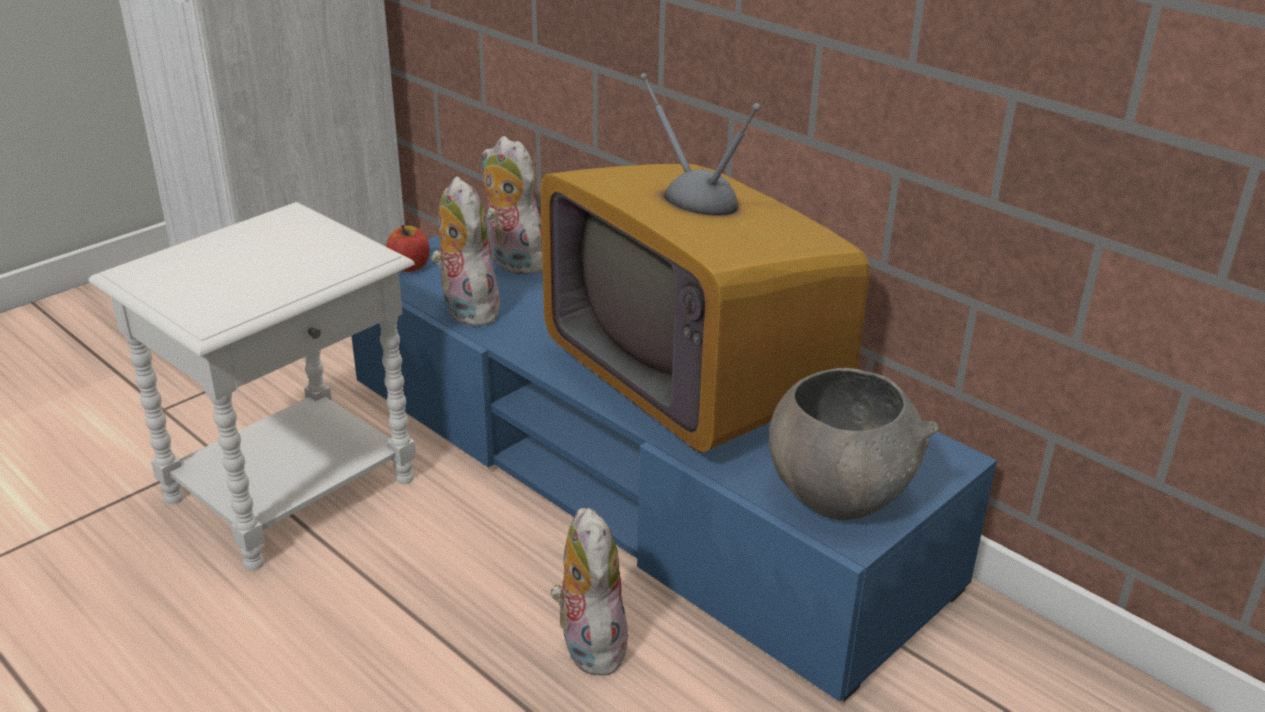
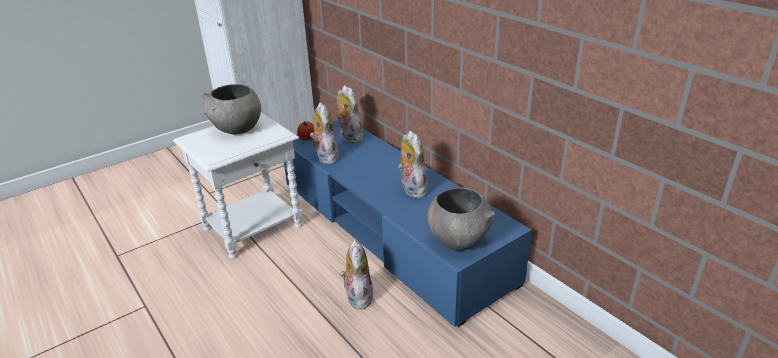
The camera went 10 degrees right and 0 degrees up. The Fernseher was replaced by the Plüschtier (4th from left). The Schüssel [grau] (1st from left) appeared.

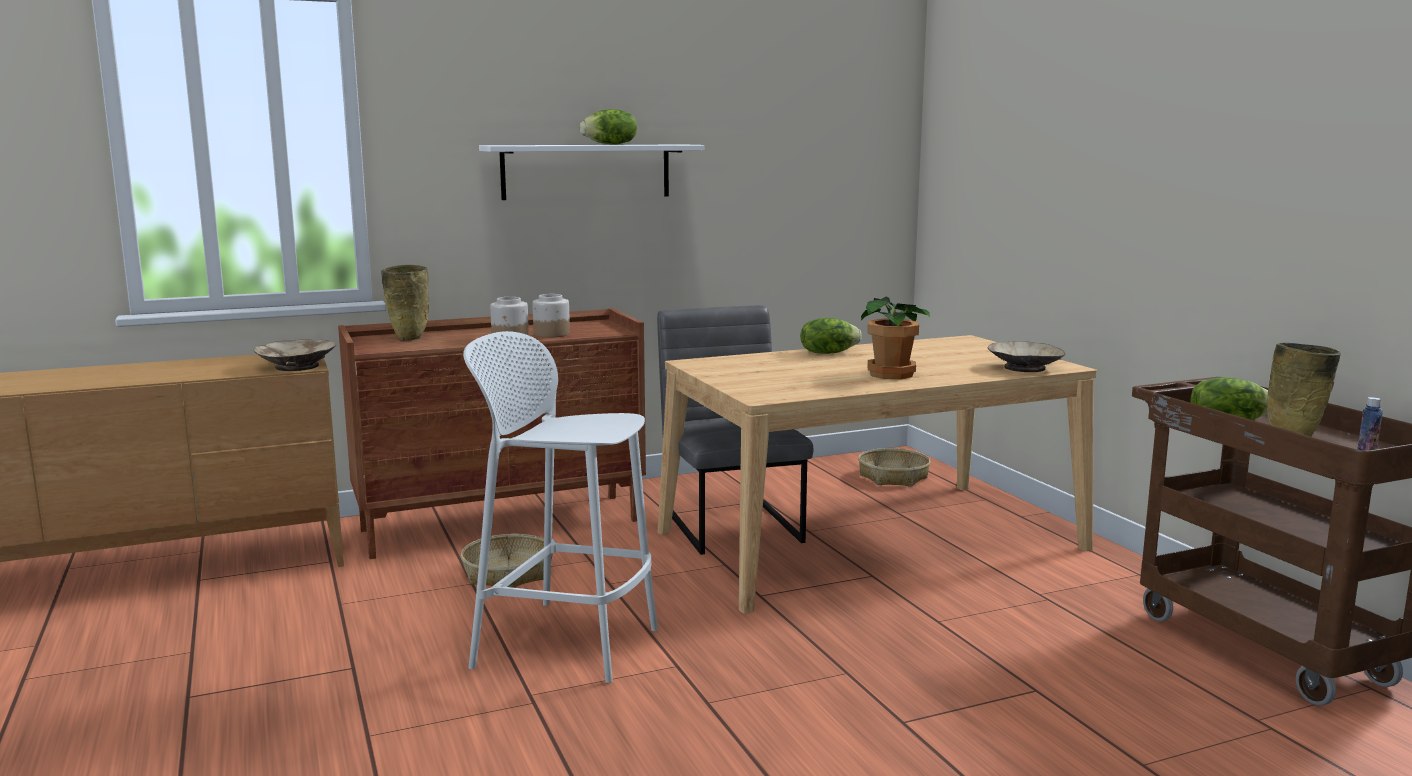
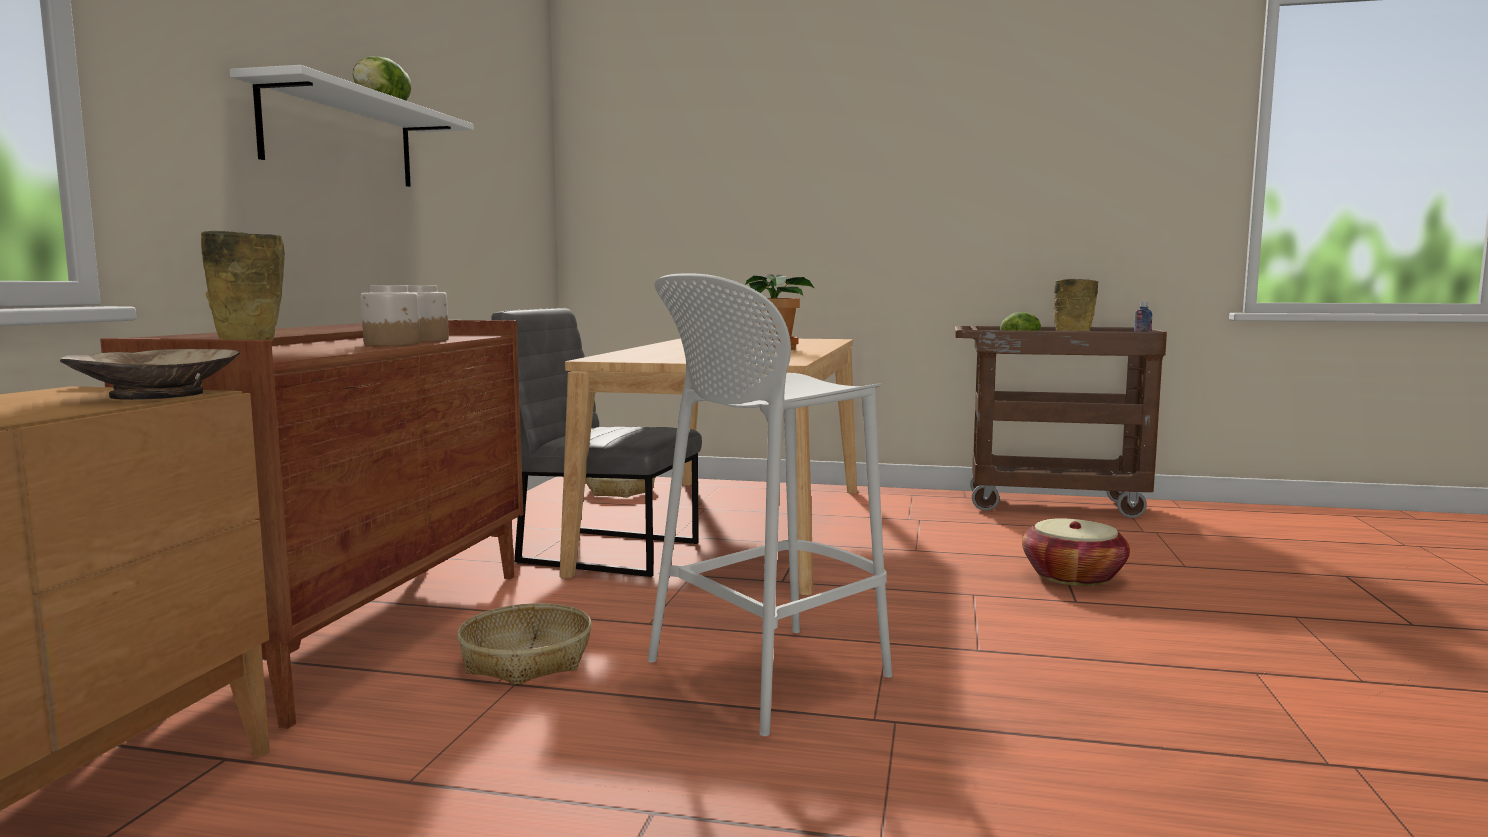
The camera went 55 degrees left and 5 degrees down. The Salatkopf (2nd from left) disappeared. The Schüssel [beige] (2nd from left) disappeared. The Korb (3rd from left) appeared.

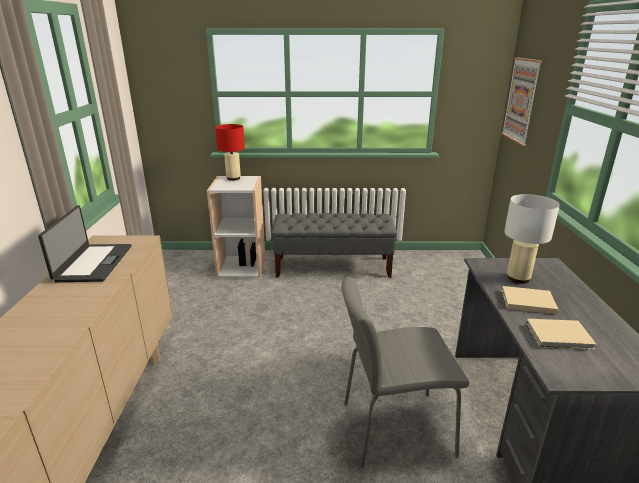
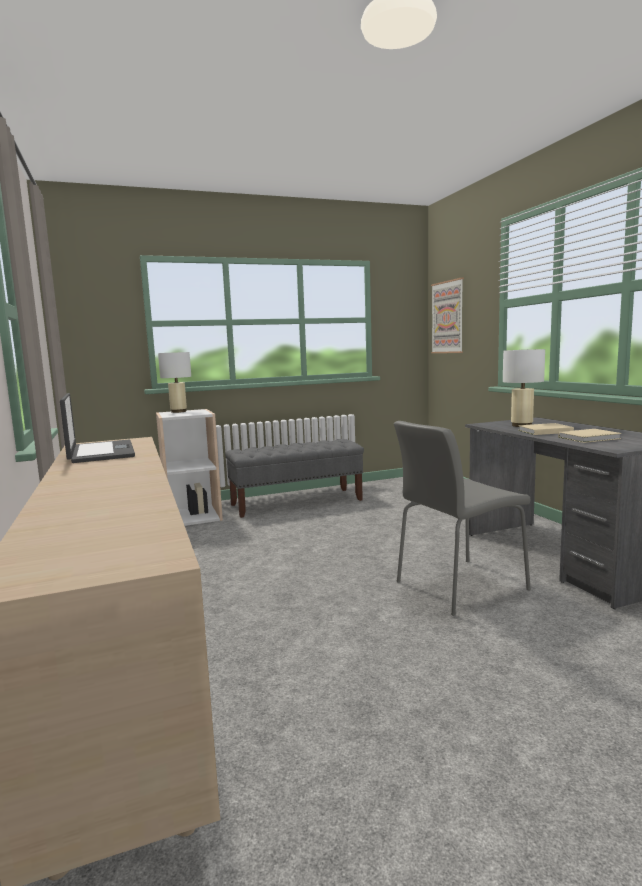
The camera went 20 degrees left and 15 degrees down. The Tischlampe [rot] became the Tischlampe [weiß] (1st from left).

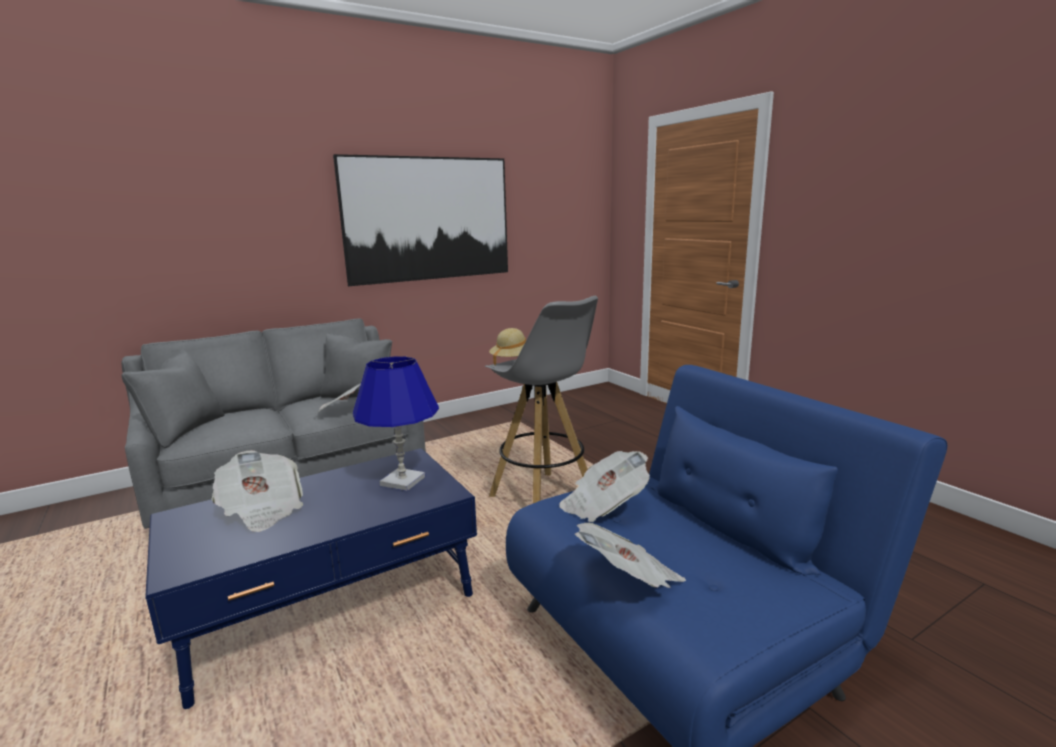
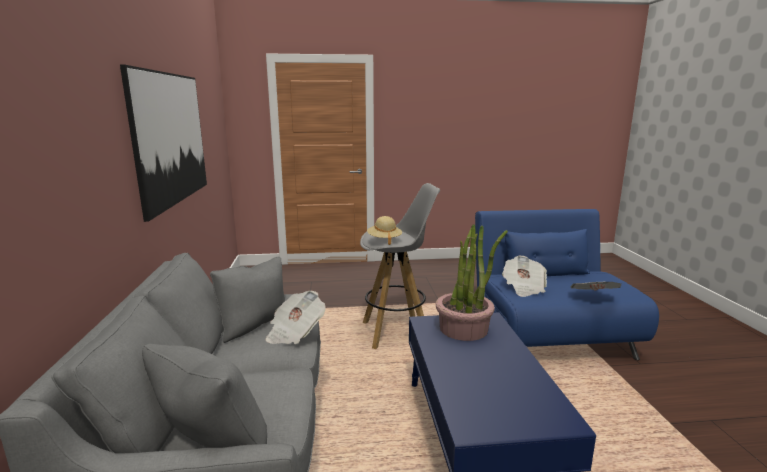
The camera went 65 degrees left and 0 degrees up. The Zeitung (1st from left) disappeared. The Tischlampe [blau] was replaced by the Topfpflanze.

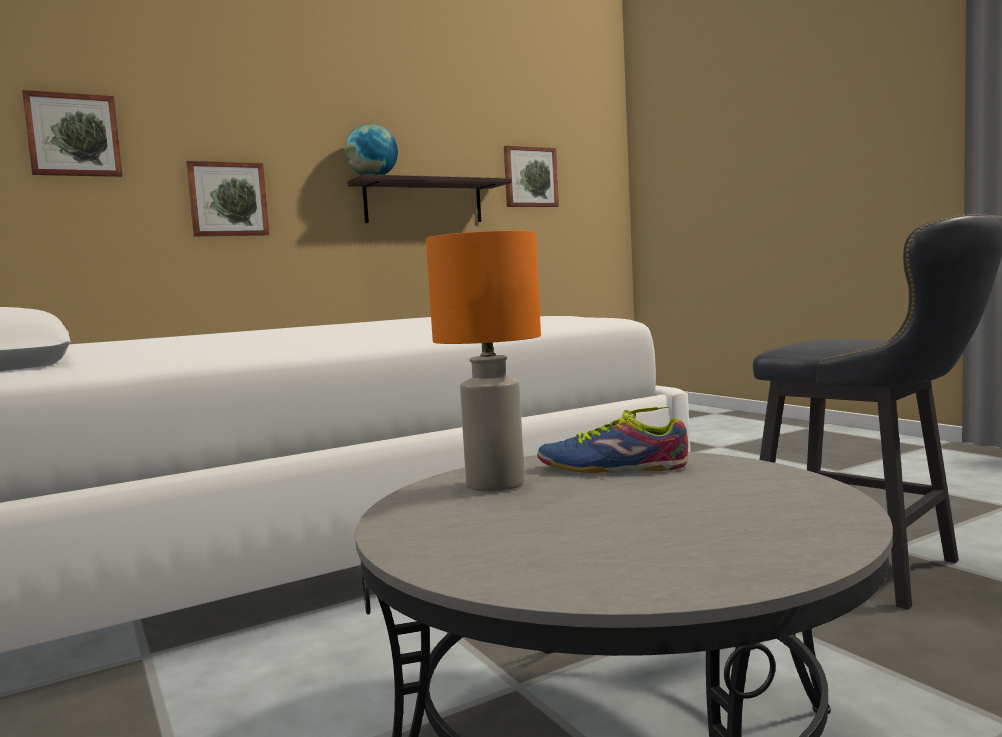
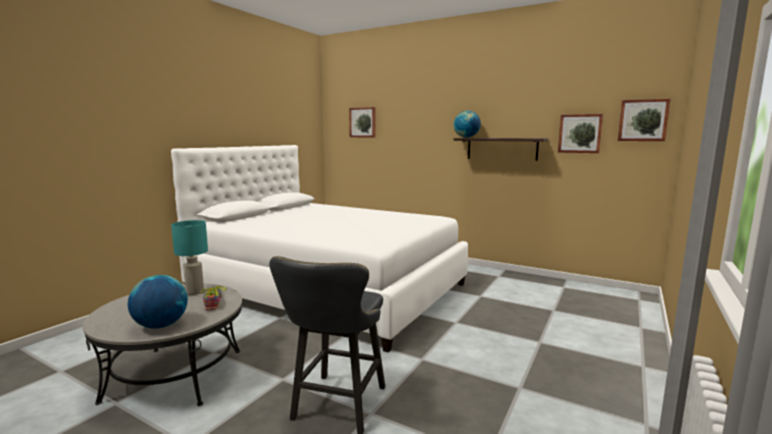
The camera went 60 degrees right and 5 degrees up. The Bild (2nd from left in the first image) moved. The Tischlampe [orange] became the Tischlampe [türkis]. The Globus (1st from left) appeared.

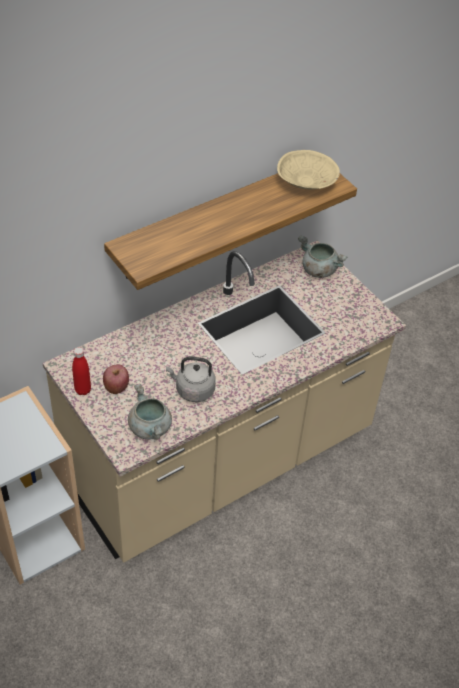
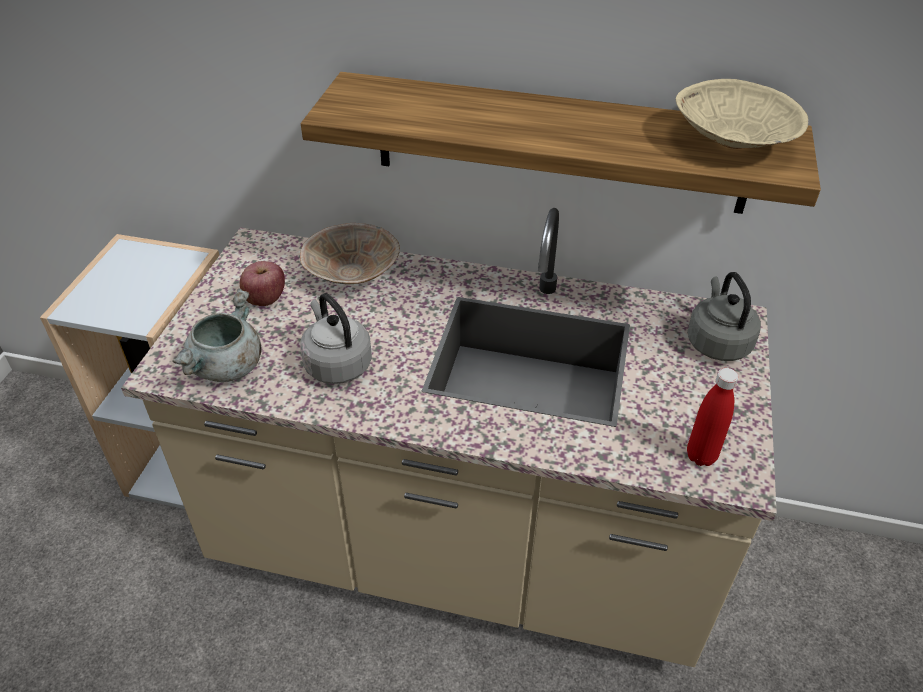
The camera went 50 degrees right and 5 degrees down. The Flasche [rot] moved. The Kochtopf [grau] (2nd from left) was replaced by the Wasserkessel [grau] (2nd from left). The Schüssel [beige] (1st from left) appeared.

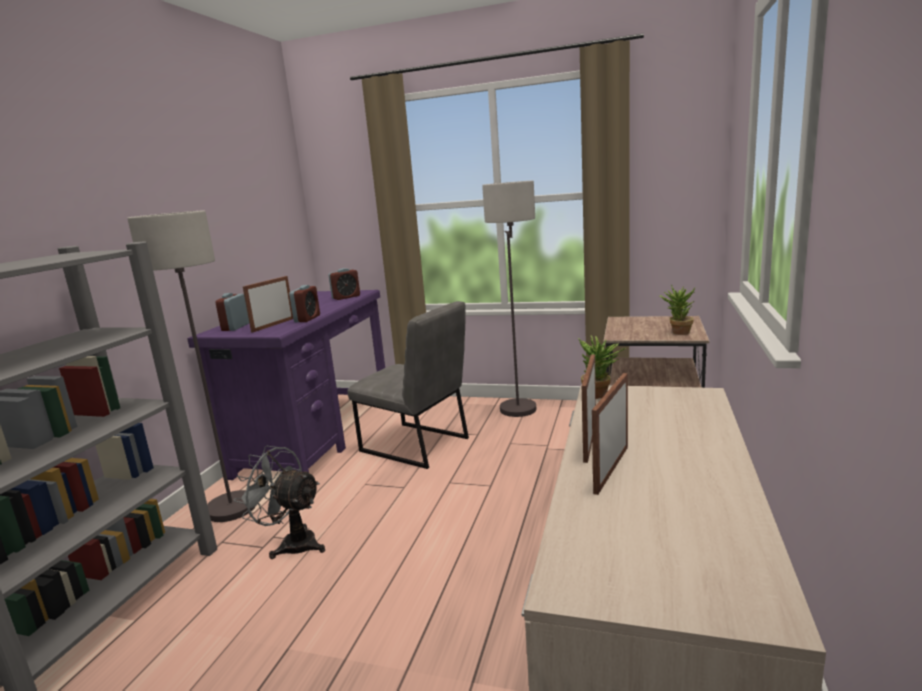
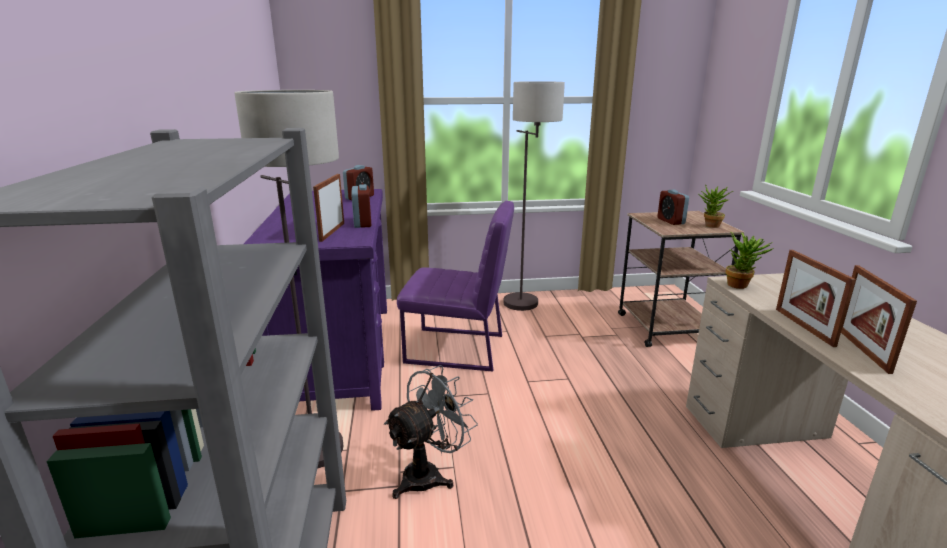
The camera went 25 degrees left and 5 degrees up. The Wecker (1st from left in the first image) moved. The Ventilator [grau] turned 135 degrees clockwise. The Stuhl [grau] became the Stuhl [lila].

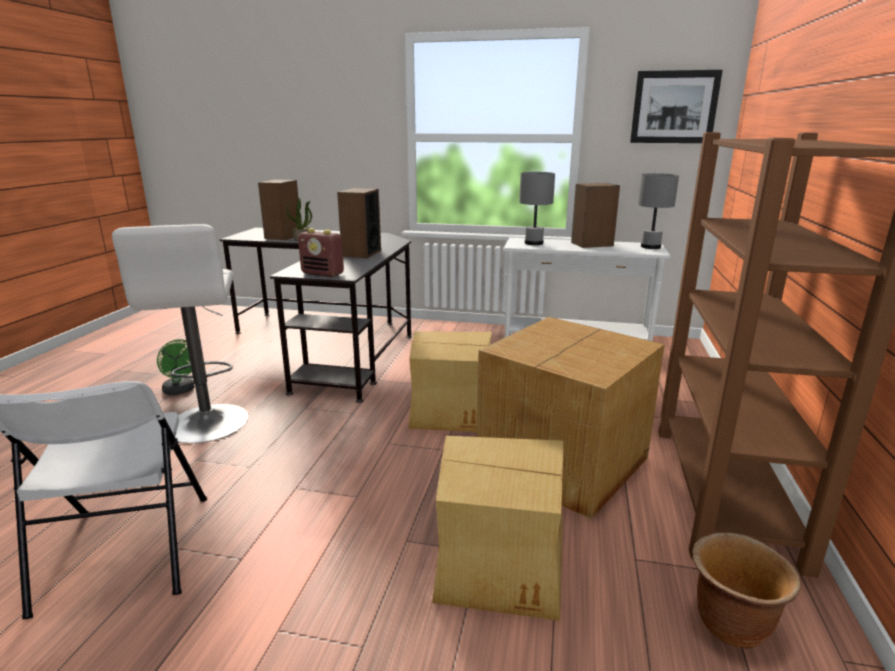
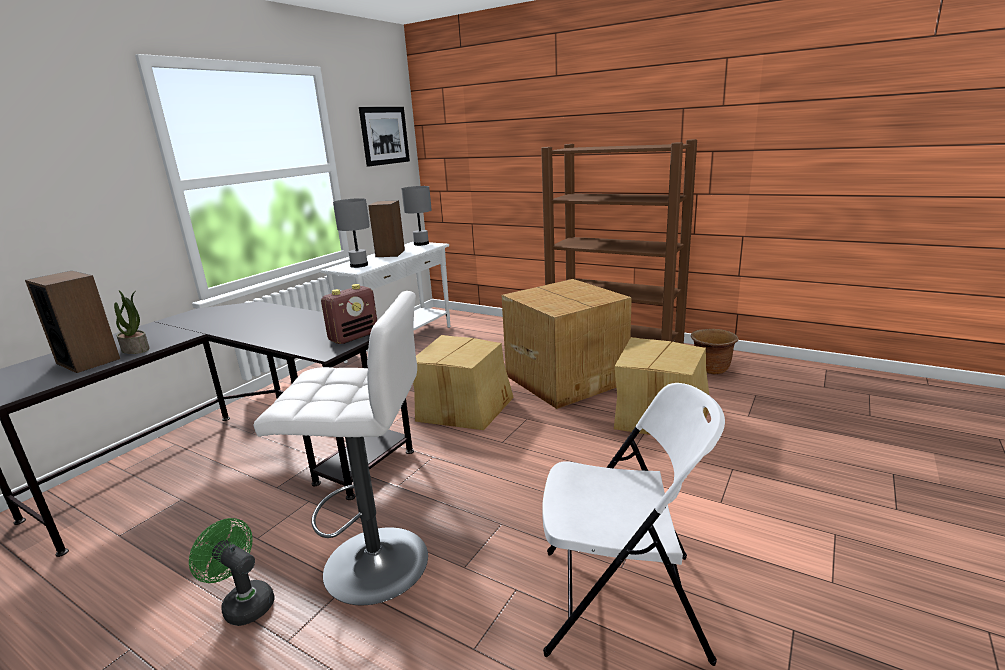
The camera went 70 degrees left and 0 degrees up. The Ventilator [grün] turned 120 degrees counterclockwise. The Lautsprecher (2nd from left) disappeared.

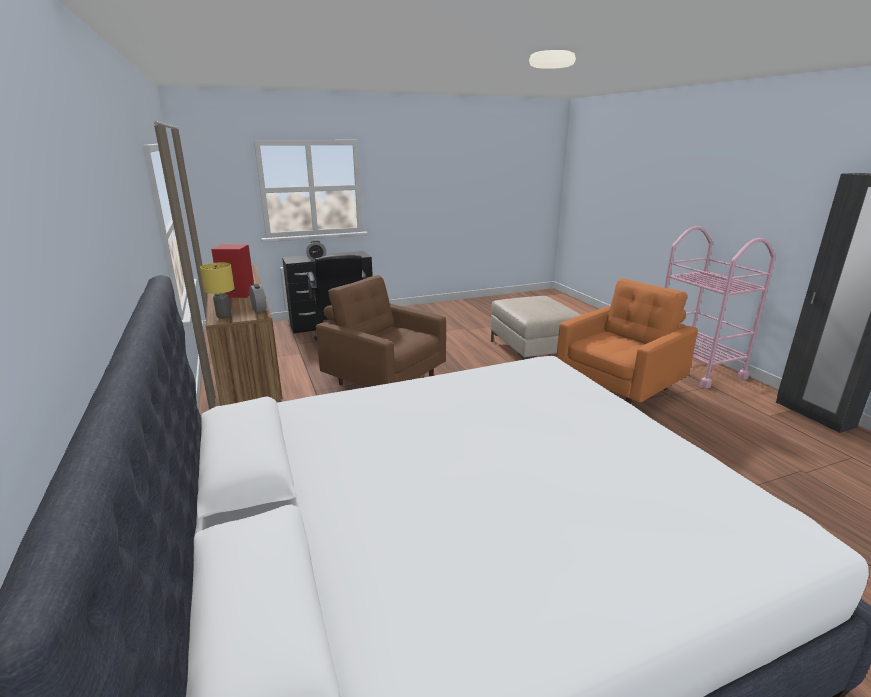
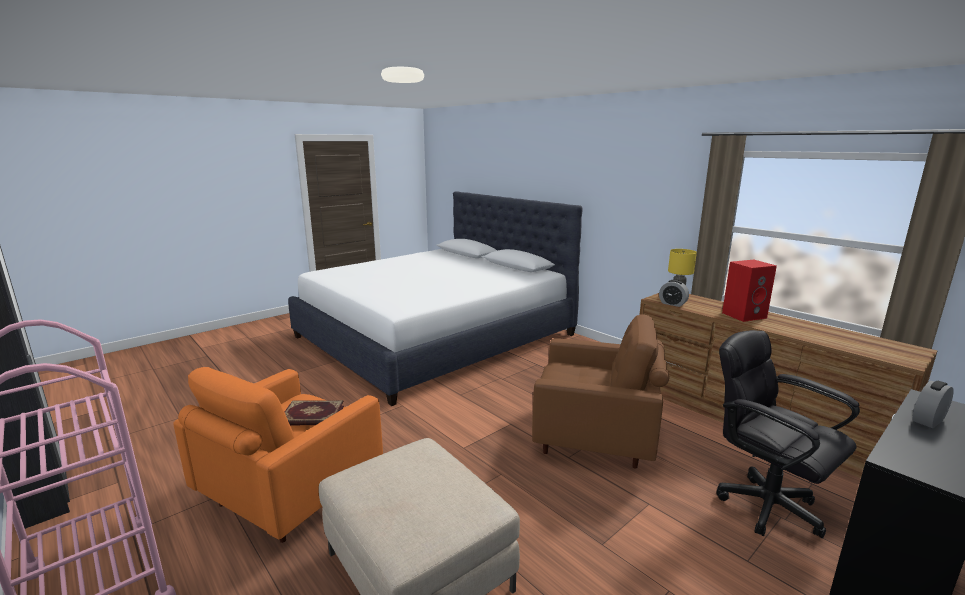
The camera went 160 degrees right and 5 degrees down. The Buch appeared.

